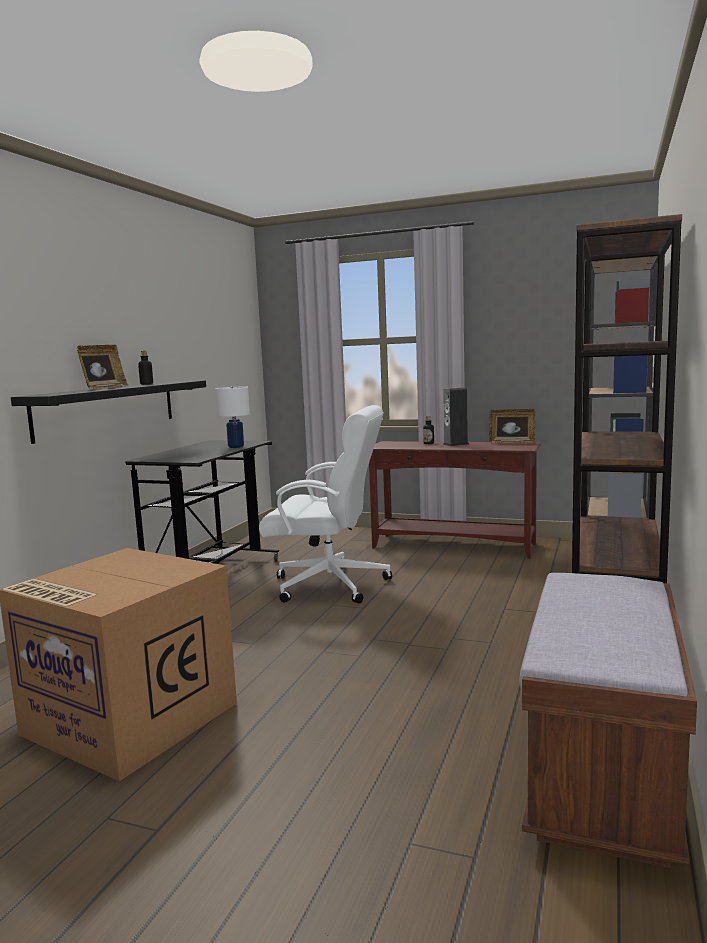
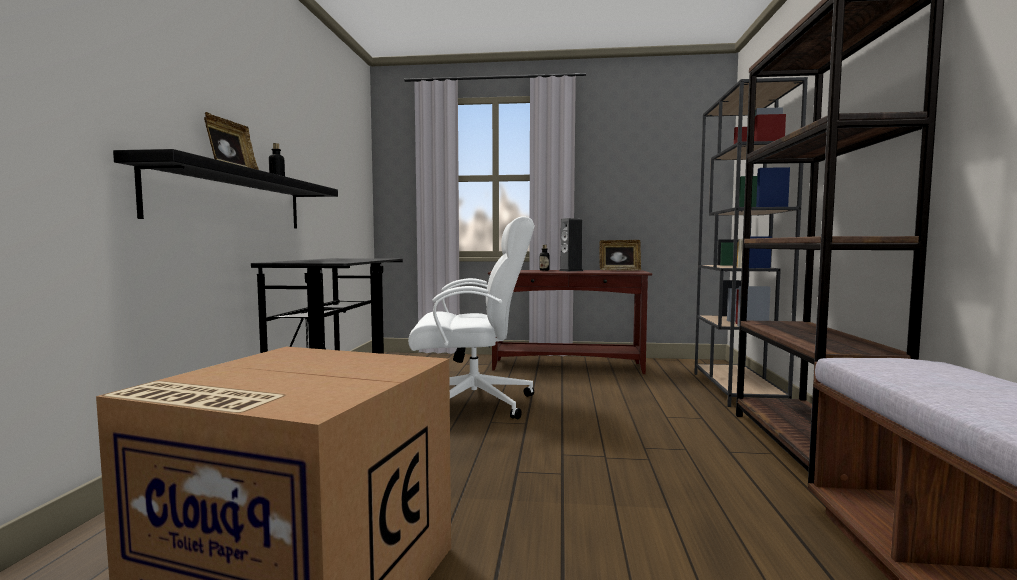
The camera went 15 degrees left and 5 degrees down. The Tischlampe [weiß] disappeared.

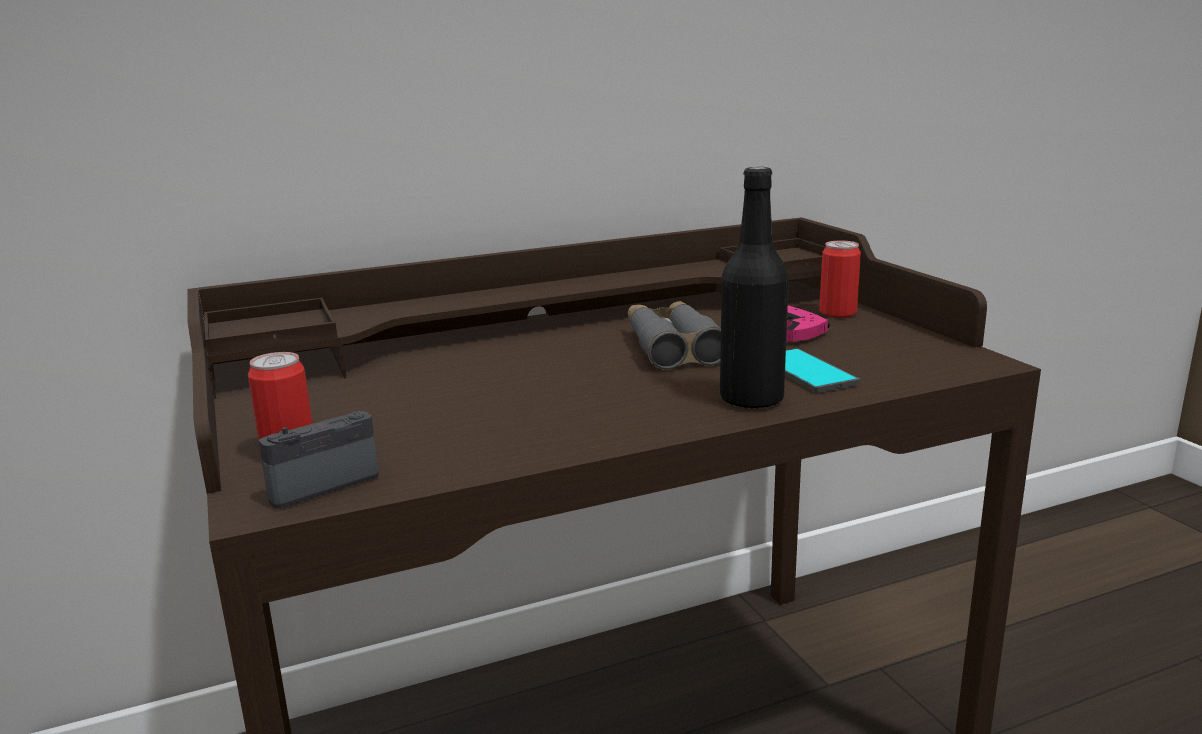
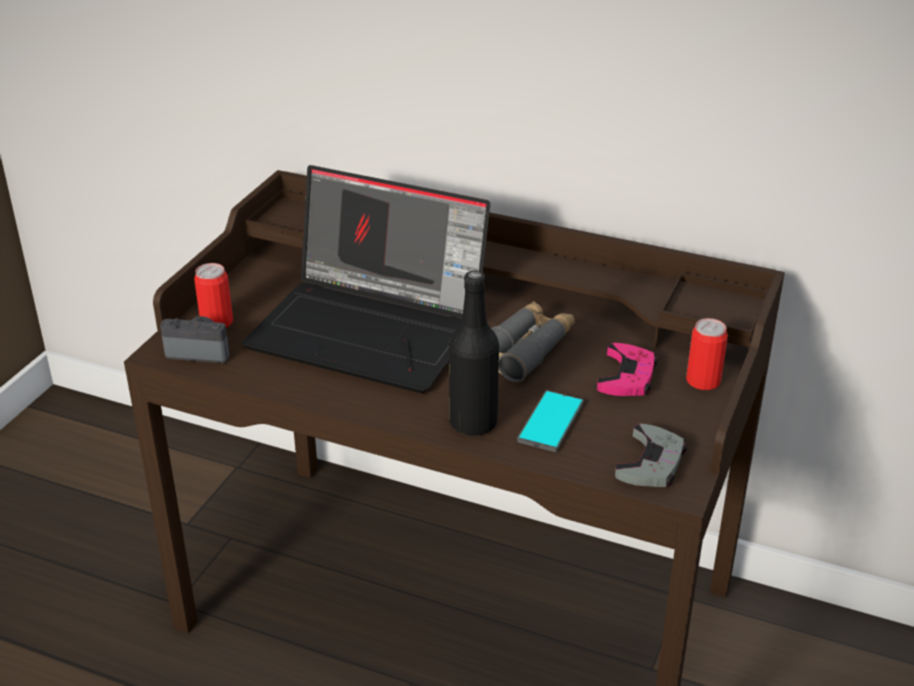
The camera went 45 degrees right and 15 degrees up. The Laptop appeared. The Gamepad [grau] appeared.

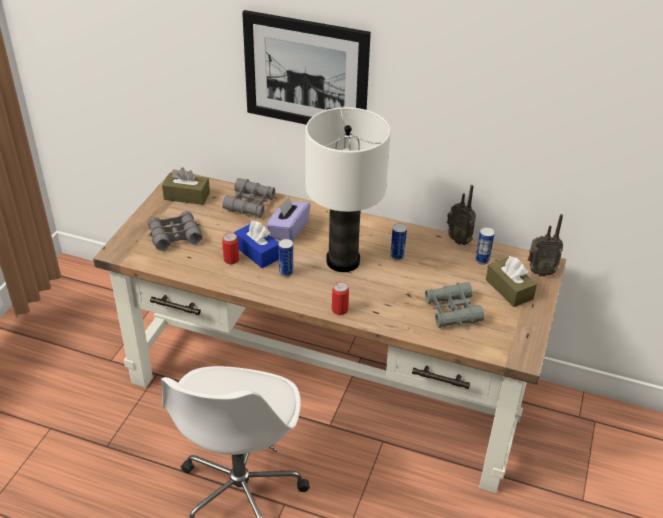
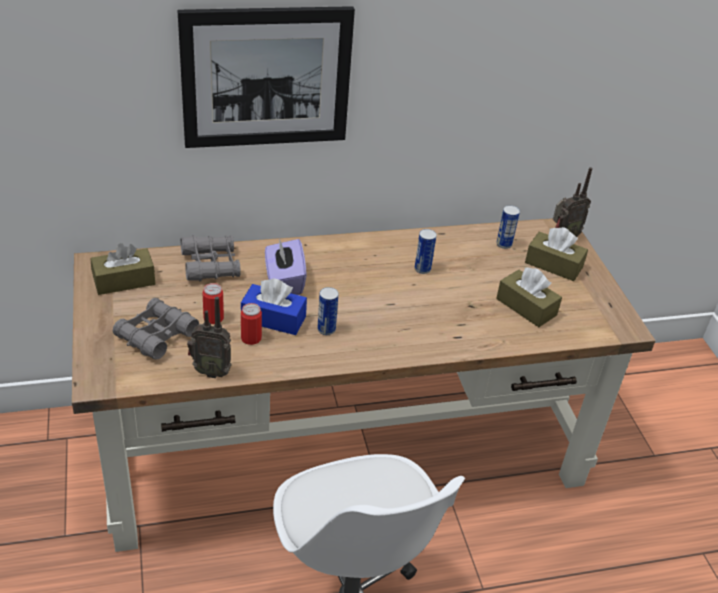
The camera went 35 degrees left and 0 degrees up. The Tischlampe [weiß] disappeared. The Dose (3rd from left in the first image) moved. The Fernglas [grau] (3rd from left) was replaced by the Taschentuchbox [braun] (2nd from left). The Radio (1st from left) moved.

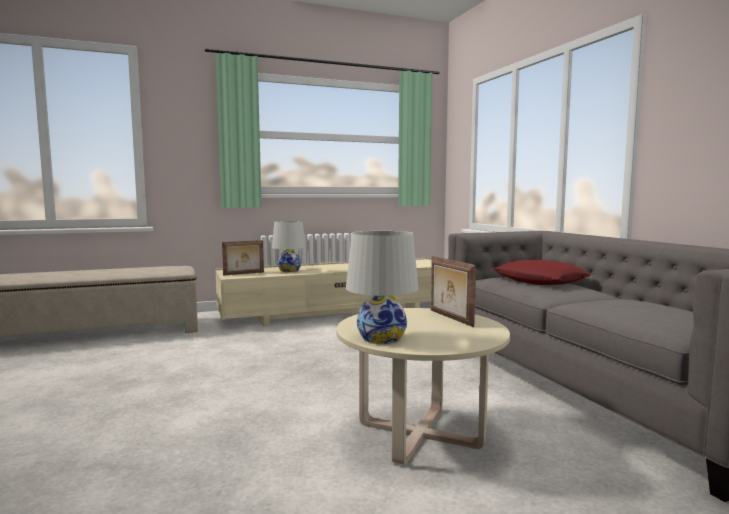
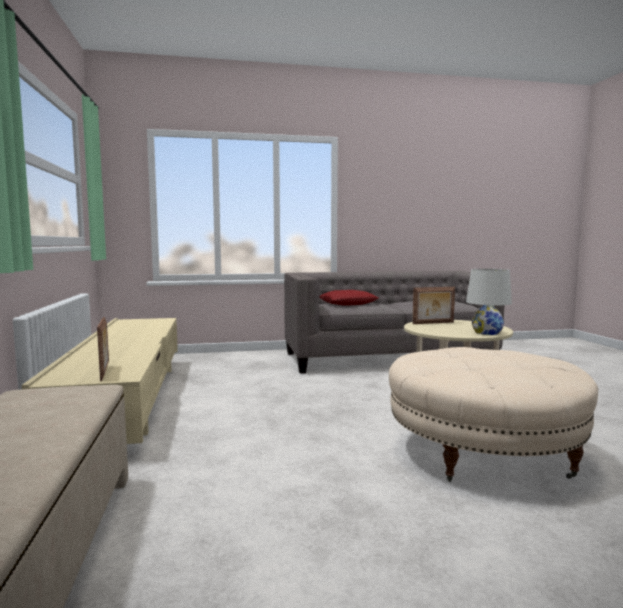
The camera went 80 degrees left and 0 degrees up. The Tischlampe [weiß] (1st from left) disappeared. The Polsterhocker [beige] appeared.

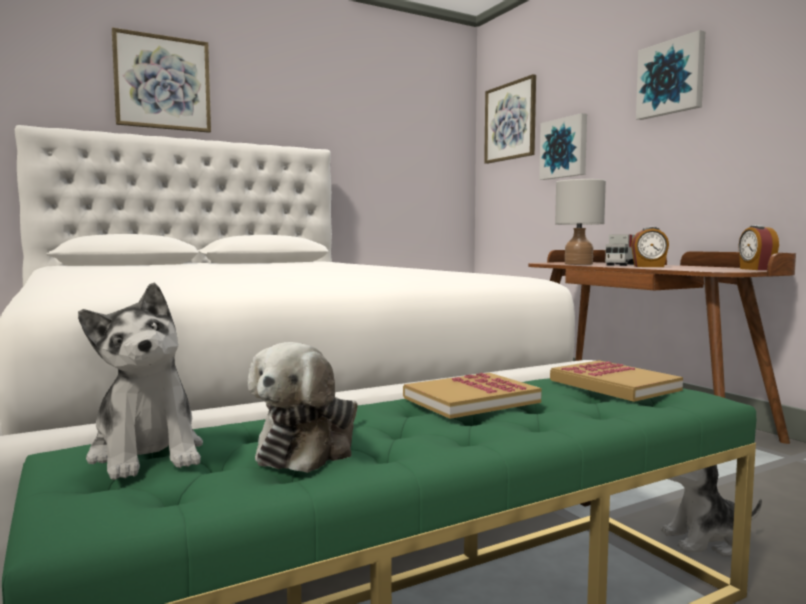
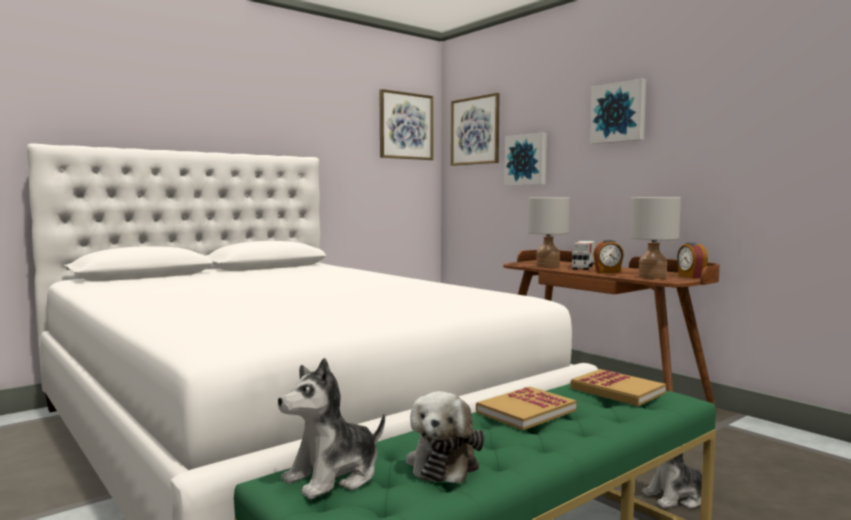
The camera went 10 degrees left and 0 degrees up. The Plüschtier (1st from left) turned 90 degrees clockwise. The Bild (1st from left) moved. The Tischlampe [grau] (2nd from left) appeared.

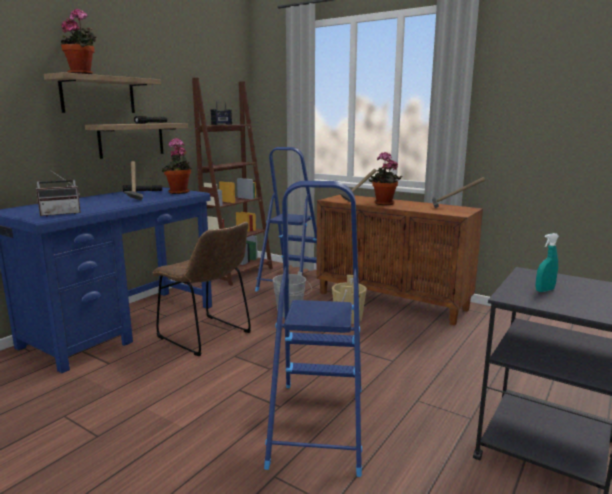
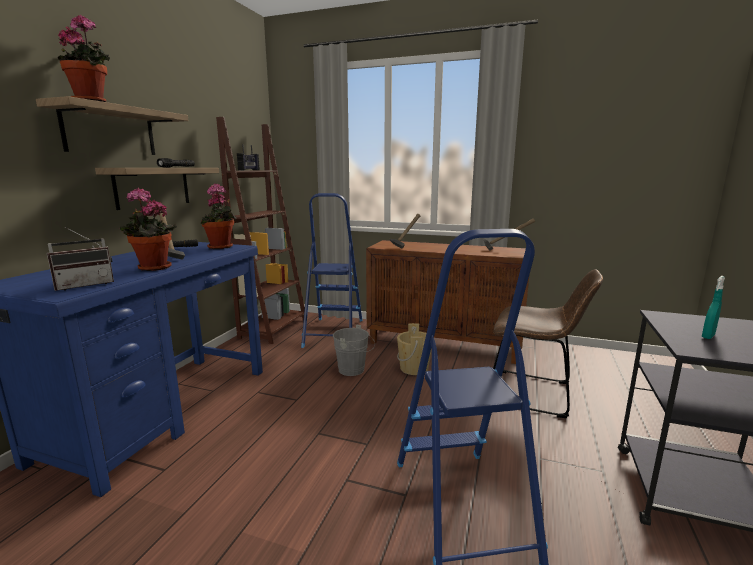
The camera went 15 degrees left and 0 degrees up. The Stuhl [braun] moved. The Topfpflanze (3rd from left in the first image) moved.

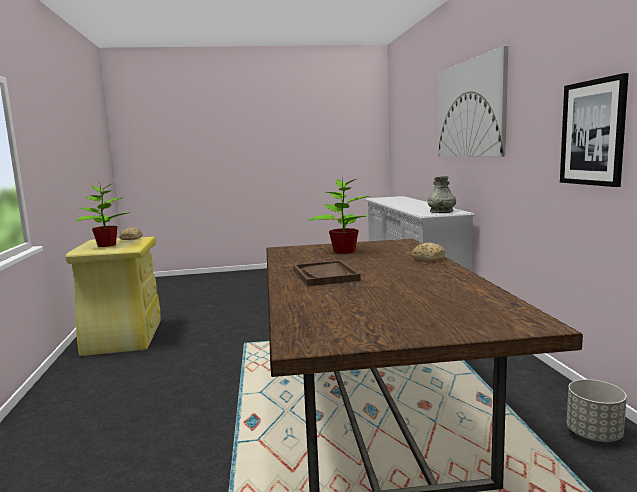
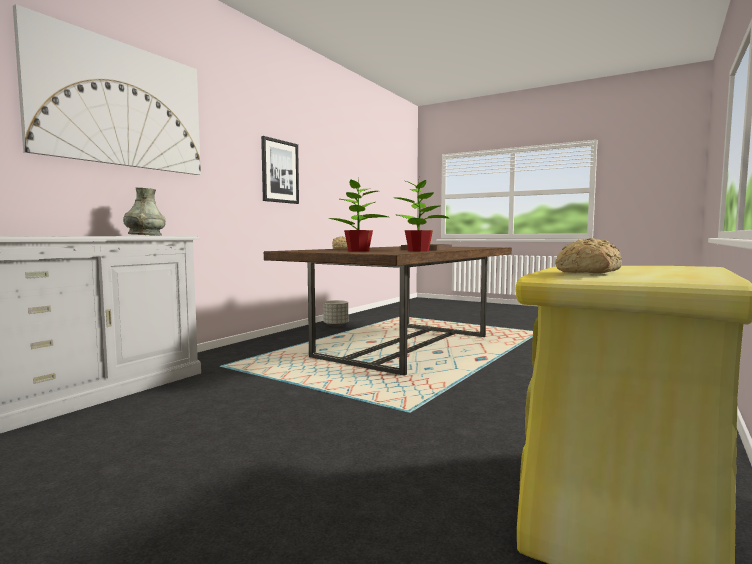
The camera went 140 degrees left and 5 degrees down. The Topfpflanze (1st from left in the first image) moved.

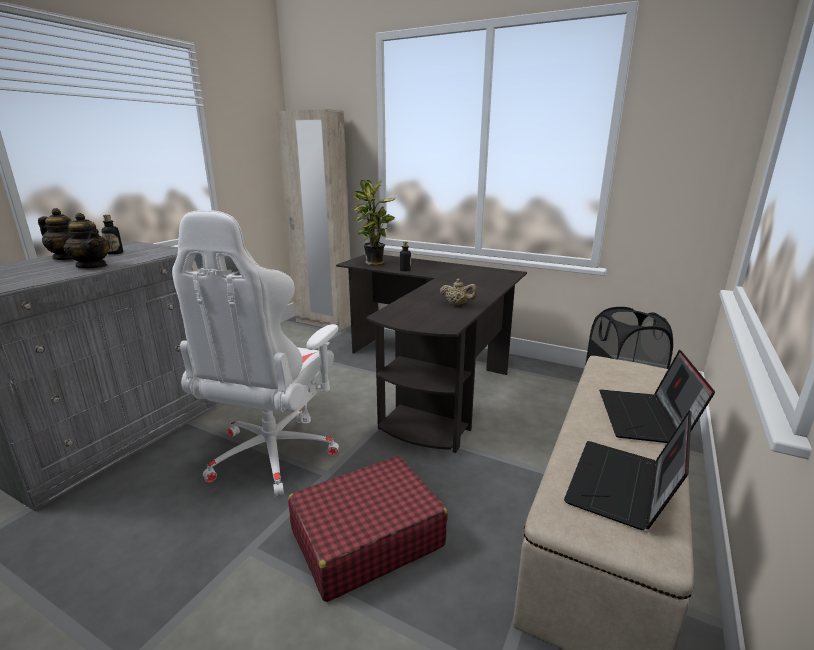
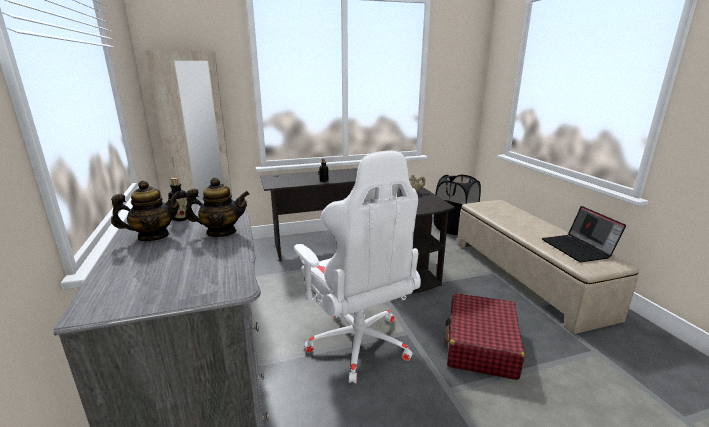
The camera went 45 degrees left and 0 degrees up. The Topfpflanze disappeared. The Laptop (2nd from left) disappeared.

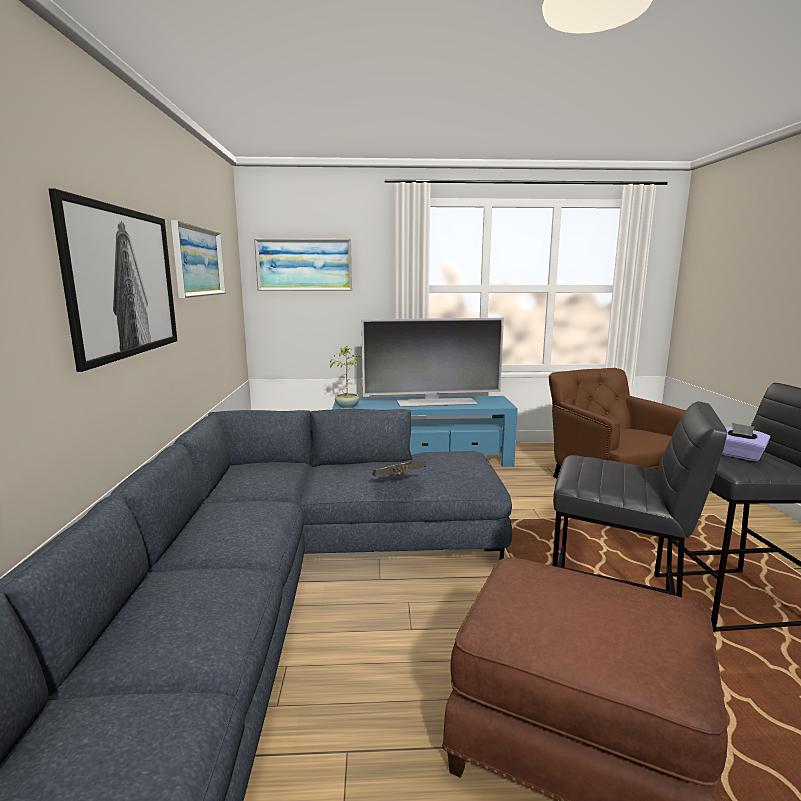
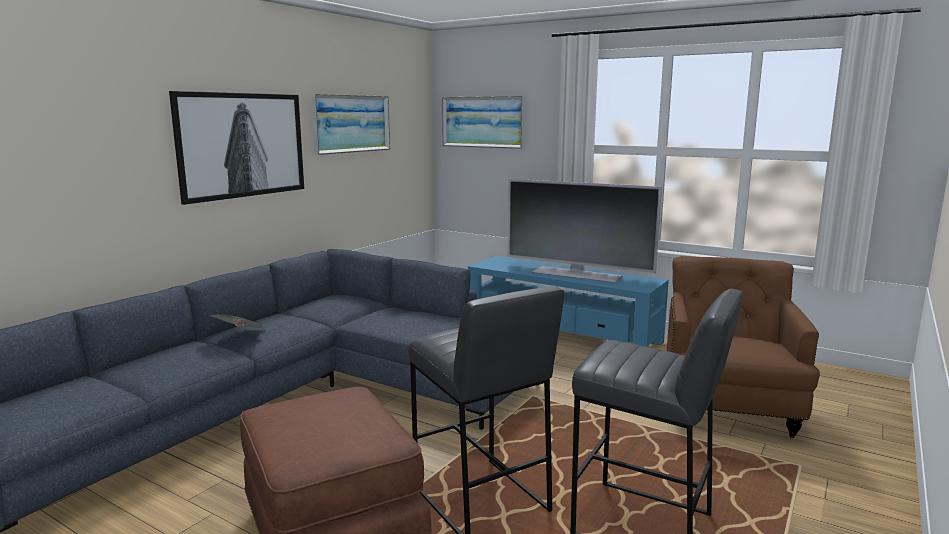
The camera went 35 degrees right and 0 degrees up. The Topfpflanze disappeared. The Zeitung moved. The Taschentuchbox [lila] disappeared.

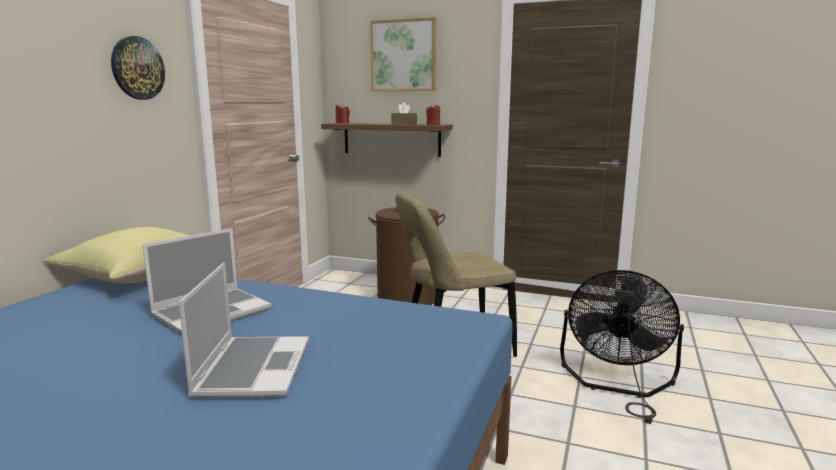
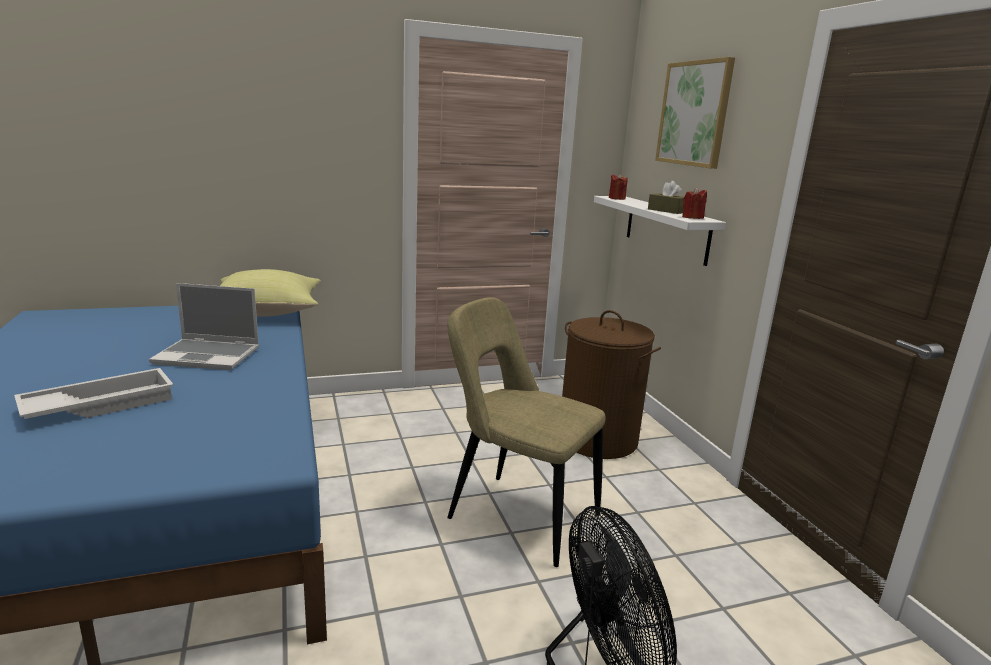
The camera went 50 degrees right and 5 degrees up. The Wanduhr disappeared. The Laptop (2nd from left) was replaced by the Tablett [weiß]. The Wandregal [braun] became the Wandregal [weiß].

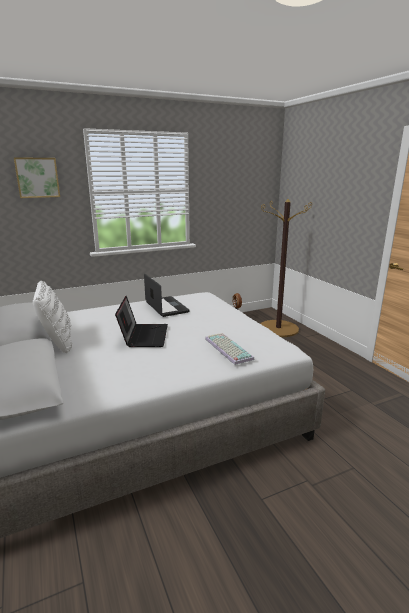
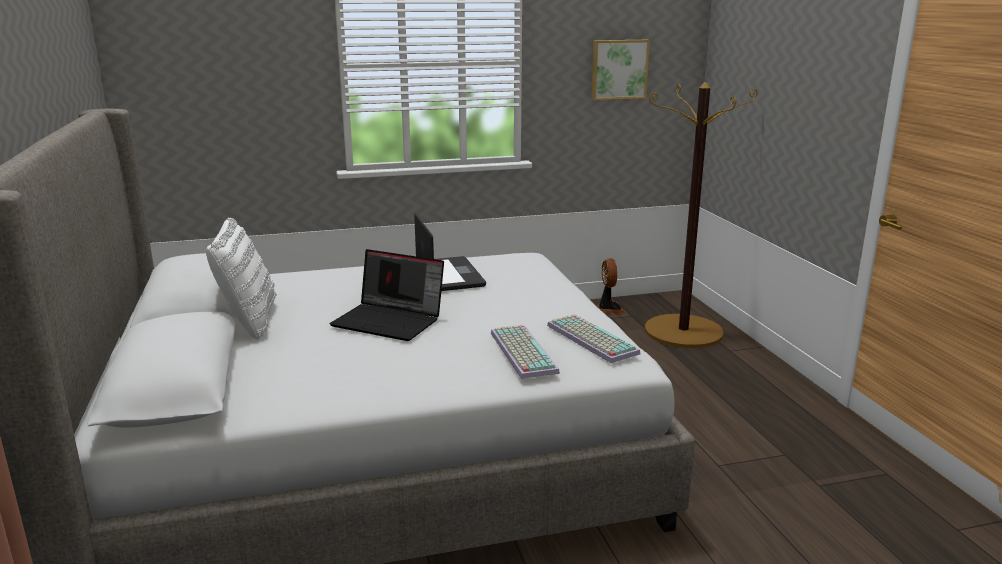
The camera went 10 degrees right and 0 degrees up. The Bild moved. The Laptop (1st from left) turned 105 degrees clockwise. The Tastatur (2nd from left) appeared.

